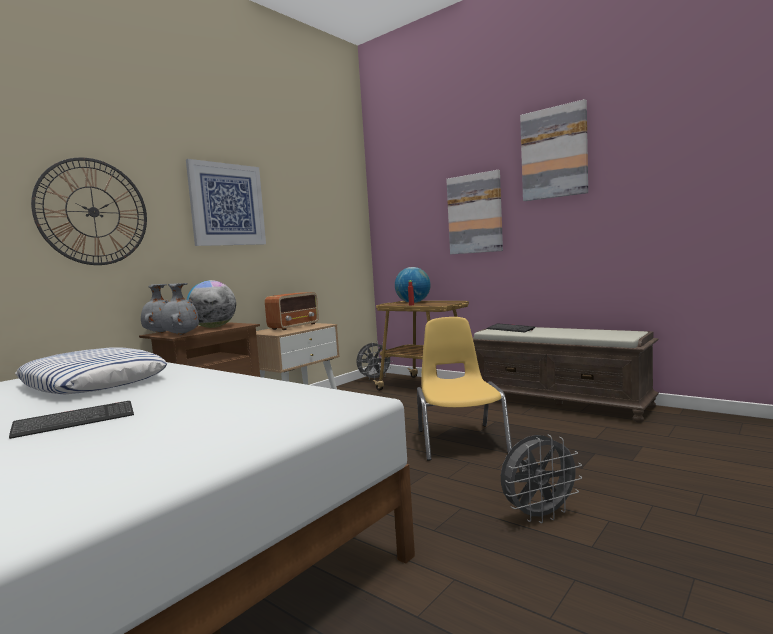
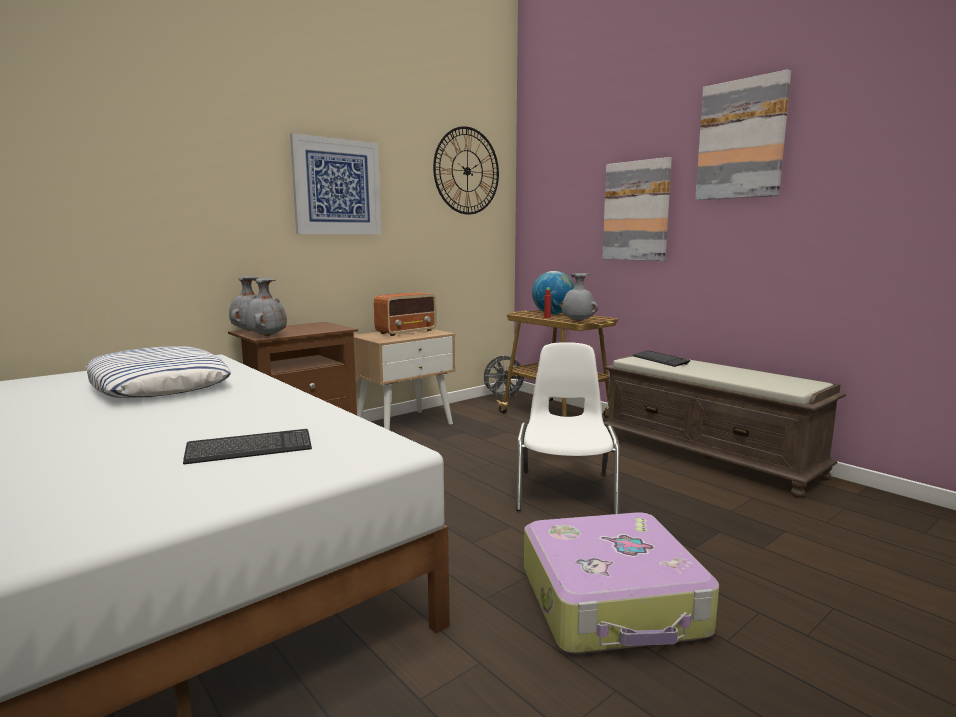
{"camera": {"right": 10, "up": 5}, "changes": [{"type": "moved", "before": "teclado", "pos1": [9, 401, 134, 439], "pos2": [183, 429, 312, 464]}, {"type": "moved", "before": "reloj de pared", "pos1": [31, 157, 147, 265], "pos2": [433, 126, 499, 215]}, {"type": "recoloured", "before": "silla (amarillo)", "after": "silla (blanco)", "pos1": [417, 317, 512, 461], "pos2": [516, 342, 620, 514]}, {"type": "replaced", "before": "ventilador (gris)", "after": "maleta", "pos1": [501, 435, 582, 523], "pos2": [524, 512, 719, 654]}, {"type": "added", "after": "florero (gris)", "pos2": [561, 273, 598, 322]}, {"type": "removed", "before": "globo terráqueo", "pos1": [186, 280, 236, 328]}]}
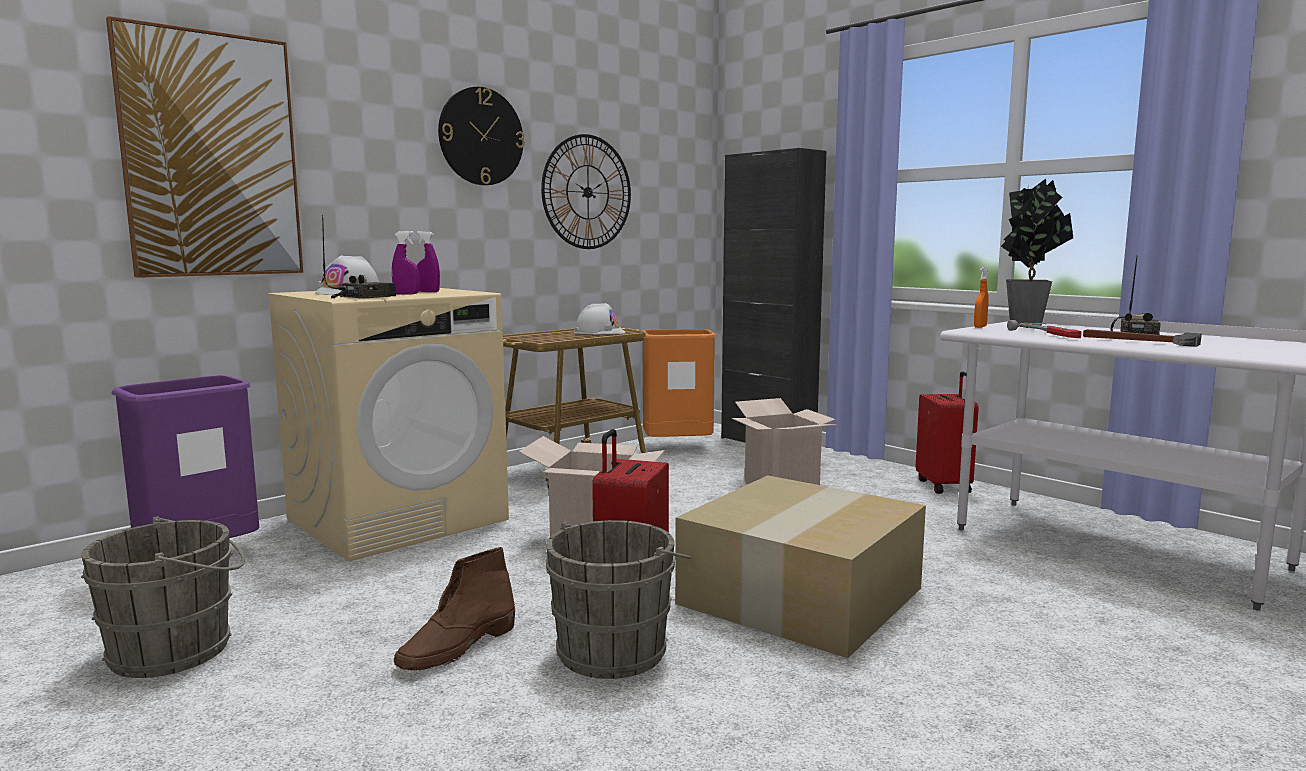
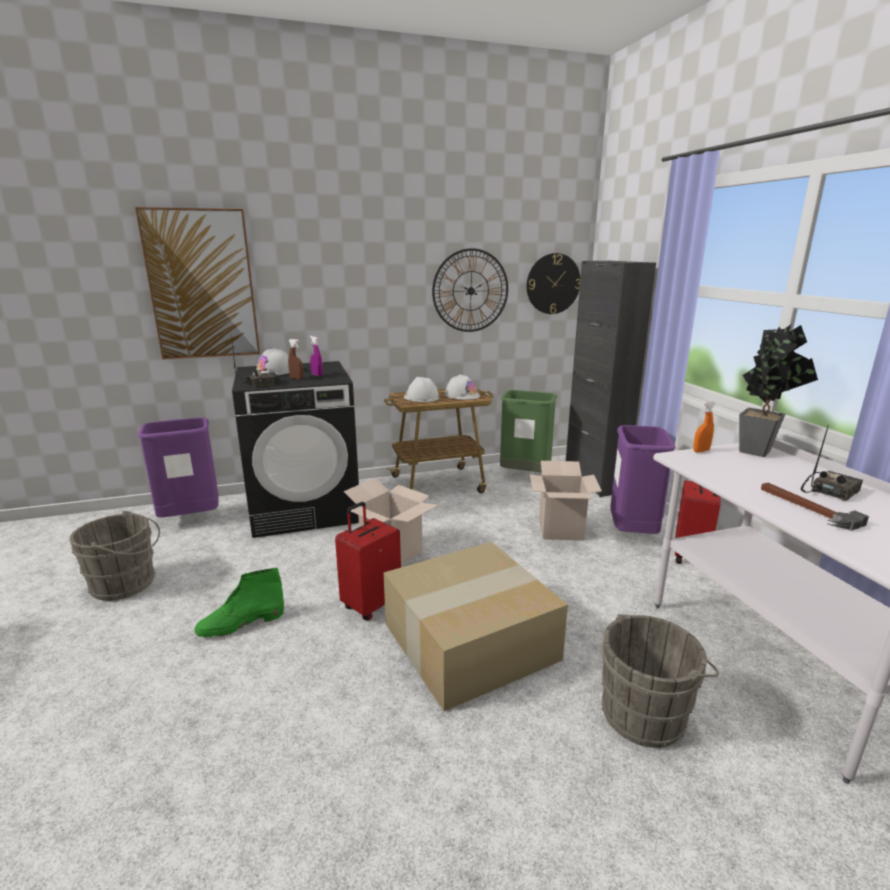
{"camera": {"right": 25, "up": 10}, "changes": [{"type": "recoloured", "before": "bota (marrón)", "after": "bota (verde)", "pos1": [394, 547, 515, 671], "pos2": [195, 568, 284, 637]}, {"type": "recoloured", "before": "lavadora (beis)", "after": "lavadora (negro)", "pos1": [267, 288, 509, 562], "pos2": [232, 361, 359, 538]}, {"type": "recoloured", "before": "pulverizador (morado)", "after": "pulverizador (marrón)", "pos1": [392, 231, 419, 294], "pos2": [288, 339, 304, 379]}, {"type": "added", "after": "casco (blanco)", "pos2": [404, 377, 439, 402]}, {"type": "recoloured", "before": "papelera (naranja)", "after": "papelera (verde)", "pos1": [643, 329, 717, 437], "pos2": [500, 390, 557, 472]}, {"type": "moved", "before": "reloj de pared", "pos1": [438, 87, 525, 185], "pos2": [527, 253, 580, 314]}, {"type": "moved", "before": "cubo (gris)", "pos1": [546, 520, 691, 679], "pos2": [601, 614, 719, 748]}, {"type": "added", "after": "papelera (morado)", "pos2": [610, 425, 675, 534]}, {"type": "removed", "before": "martillo", "pos1": [1007, 320, 1082, 338]}]}
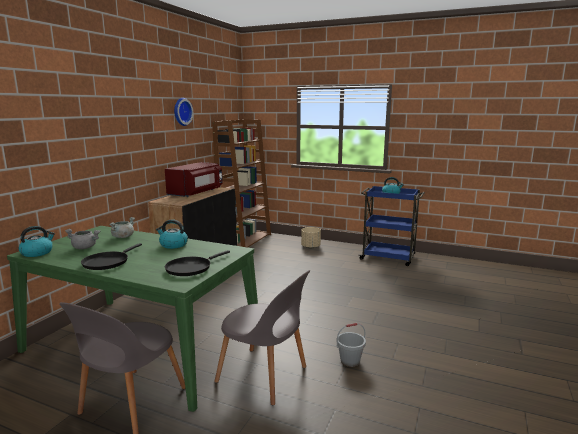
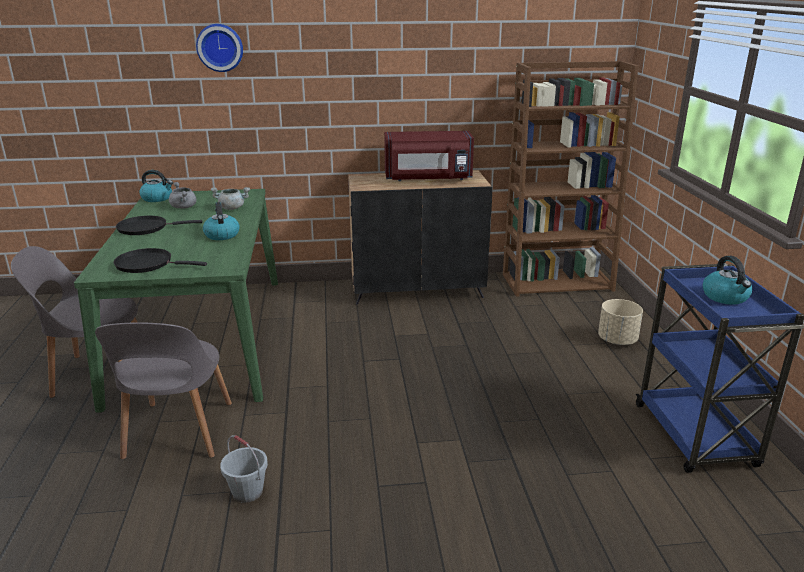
{"camera": {"right": 60, "up": 10}, "changes": [{"type": "moved", "before": "reloj de pared", "pos1": [174, 98, 193, 126], "pos2": [196, 24, 243, 72]}]}
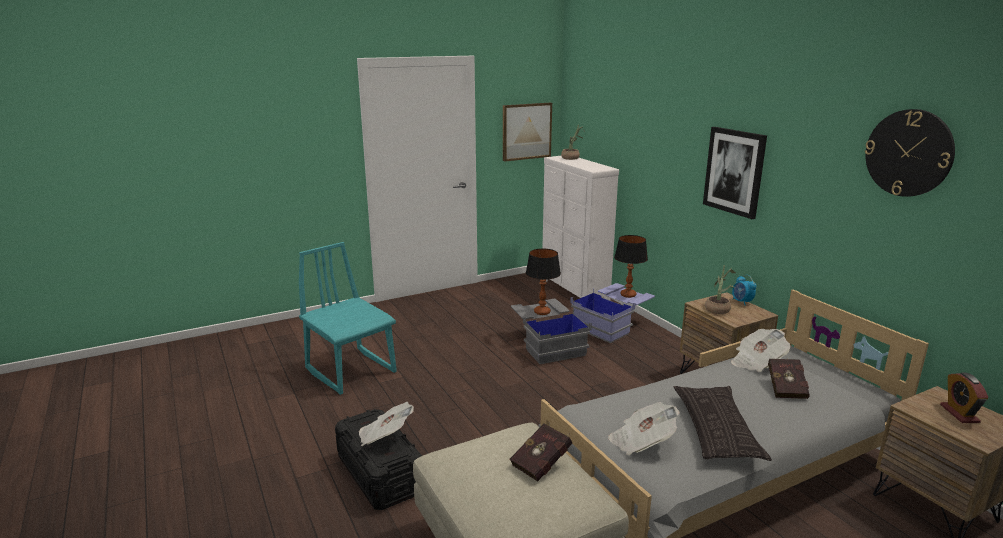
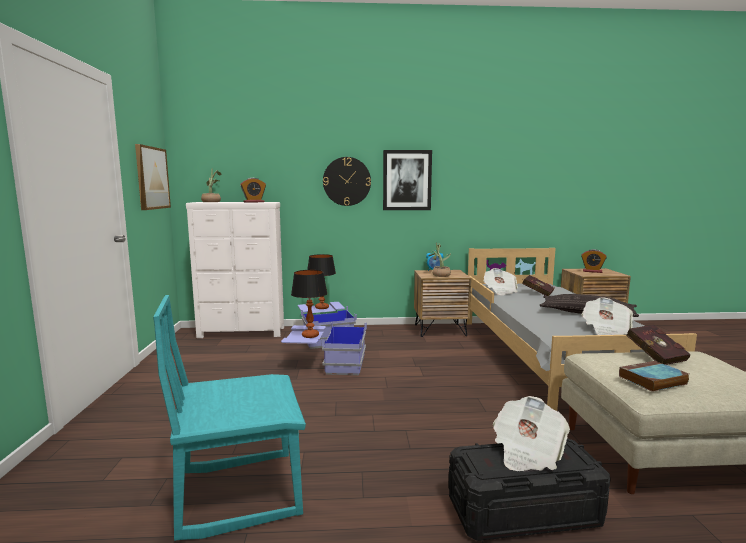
{"camera": {"right": -65, "up": -10}, "changes": [{"type": "added", "after": "despertador", "pos2": [240, 178, 266, 203]}, {"type": "recoloured", "before": "caja de almacenaje (gris)", "after": "caja de almacenaje (azul)", "pos1": [511, 299, 592, 364], "pos2": [281, 322, 367, 375]}, {"type": "moved", "before": "reloj de pared", "pos1": [865, 109, 955, 197], "pos2": [323, 157, 371, 206]}, {"type": "added", "after": "libro", "pos2": [619, 361, 689, 392]}]}
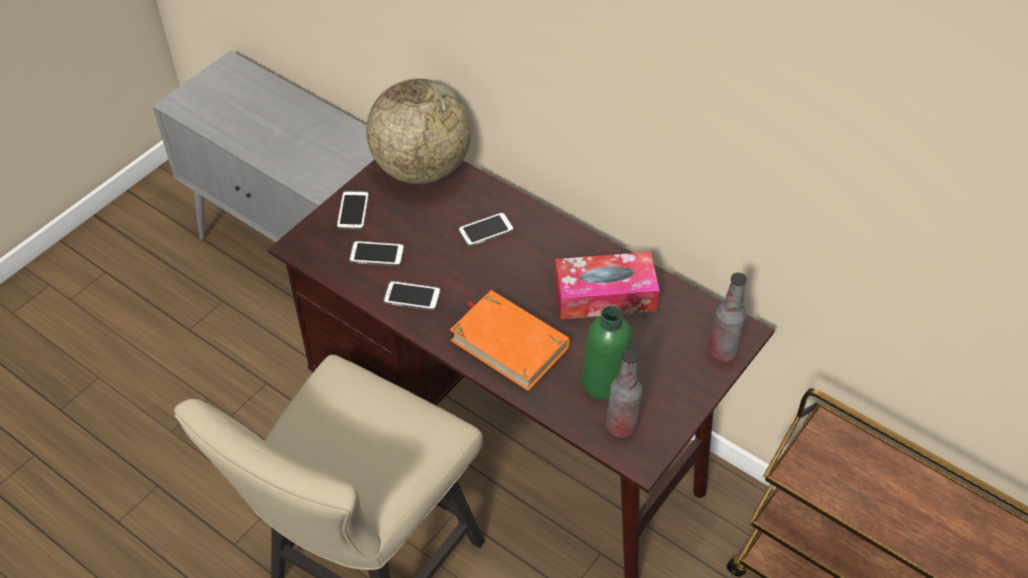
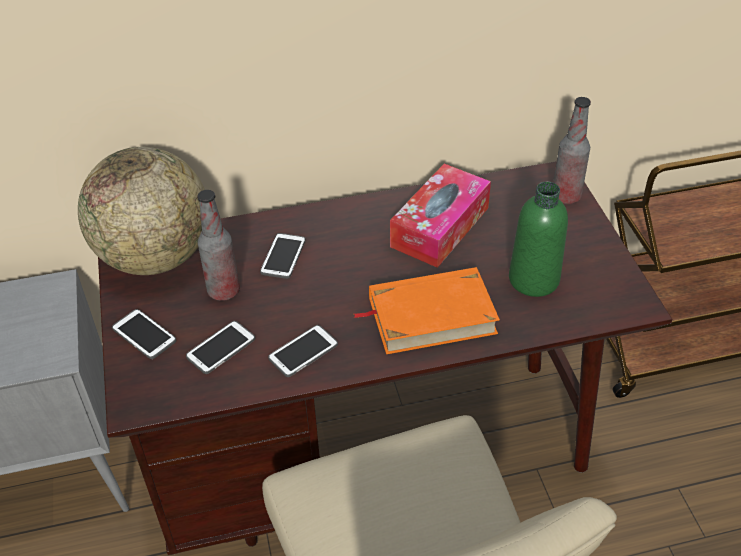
{"camera": {"right": -50, "up": -5}, "changes": [{"type": "moved", "before": "botella", "pos1": [606, 349, 642, 438], "pos2": [197, 190, 240, 301]}]}
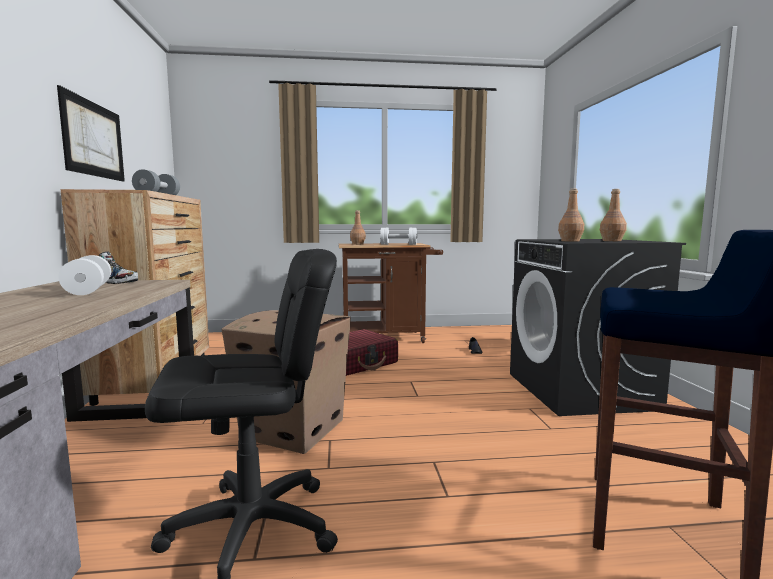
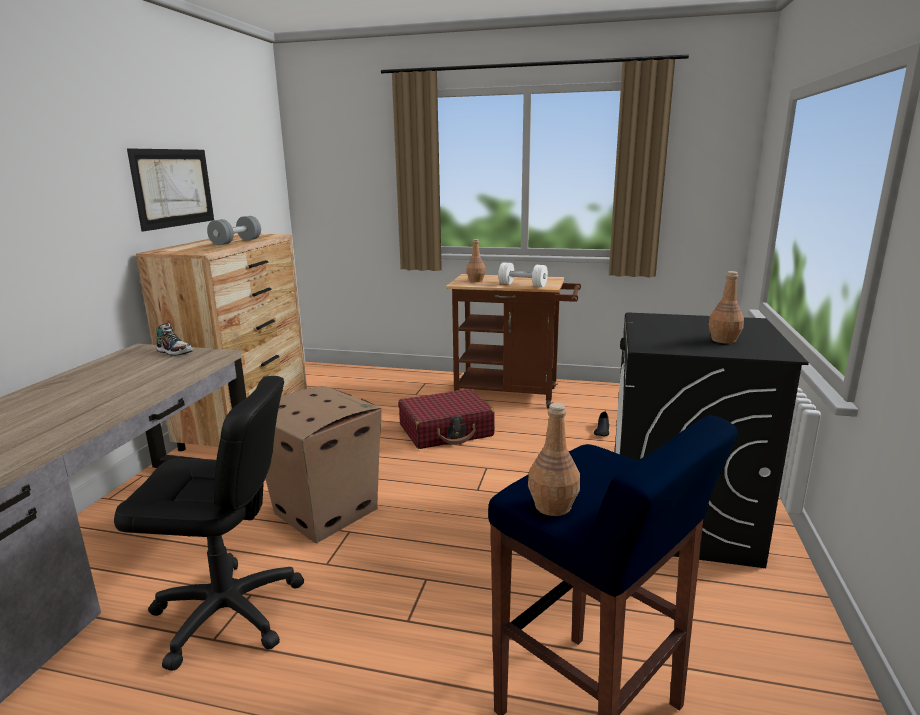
{"camera": {"right": 20, "up": 10}, "changes": [{"type": "moved", "before": "botella (marrón)", "pos1": [558, 188, 584, 242], "pos2": [528, 403, 580, 516]}, {"type": "removed", "before": "mancuerna (blanco)", "pos1": [58, 255, 111, 295]}]}
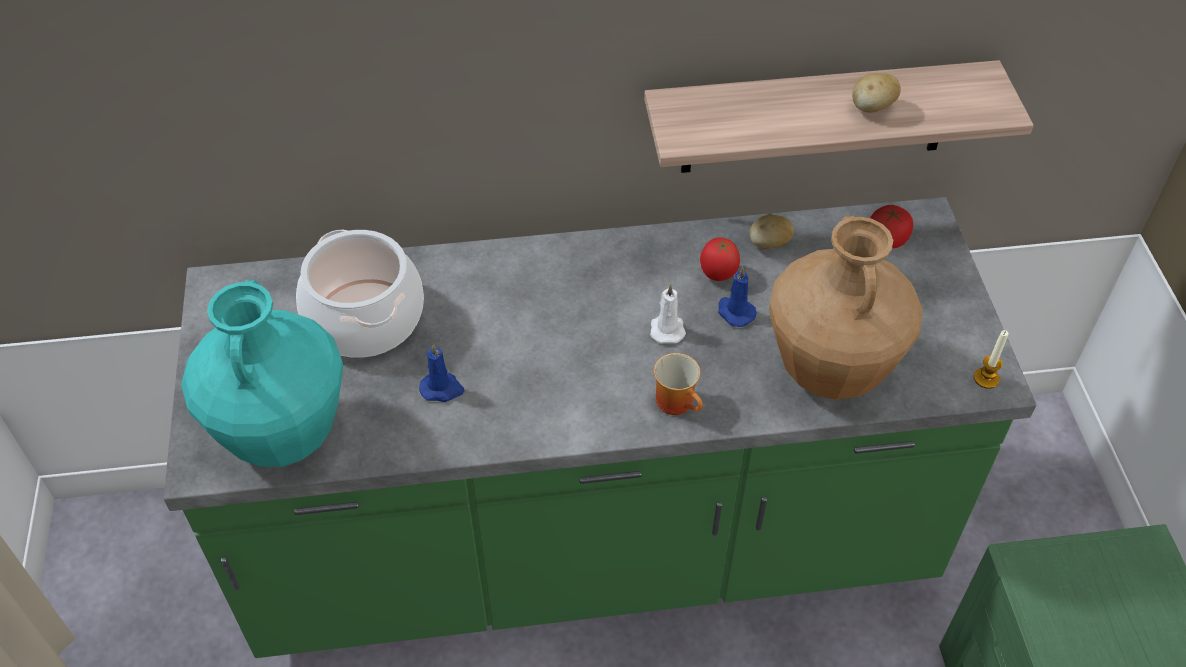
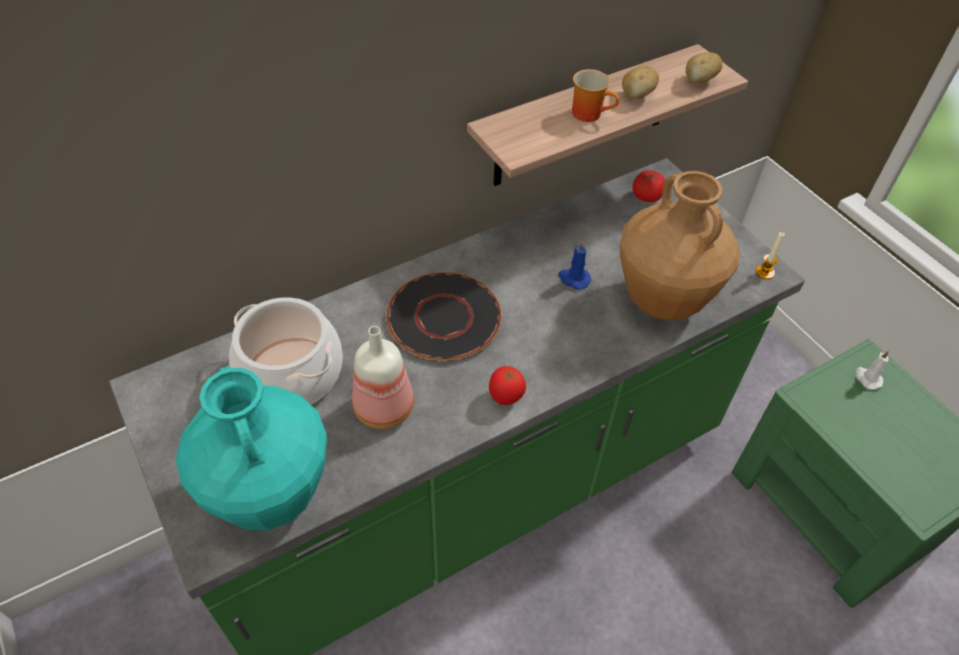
{"camera": {"right": -25, "up": 0}, "changes": [{"type": "replaced", "before": "vela (azul)", "after": "botella", "pos1": [419, 343, 464, 402], "pos2": [352, 326, 414, 429]}, {"type": "added", "after": "plato (negro)", "pos2": [386, 272, 501, 361]}, {"type": "moved", "before": "tomate", "pos1": [700, 237, 740, 281], "pos2": [489, 366, 526, 405]}, {"type": "moved", "before": "taza grande", "pos1": [654, 353, 703, 415], "pos2": [572, 69, 619, 122]}, {"type": "moved", "before": "patata", "pos1": [749, 215, 794, 249], "pos2": [686, 52, 722, 84]}, {"type": "moved", "before": "vela (blanco)", "pos1": [650, 284, 686, 343], "pos2": [856, 350, 889, 390]}]}
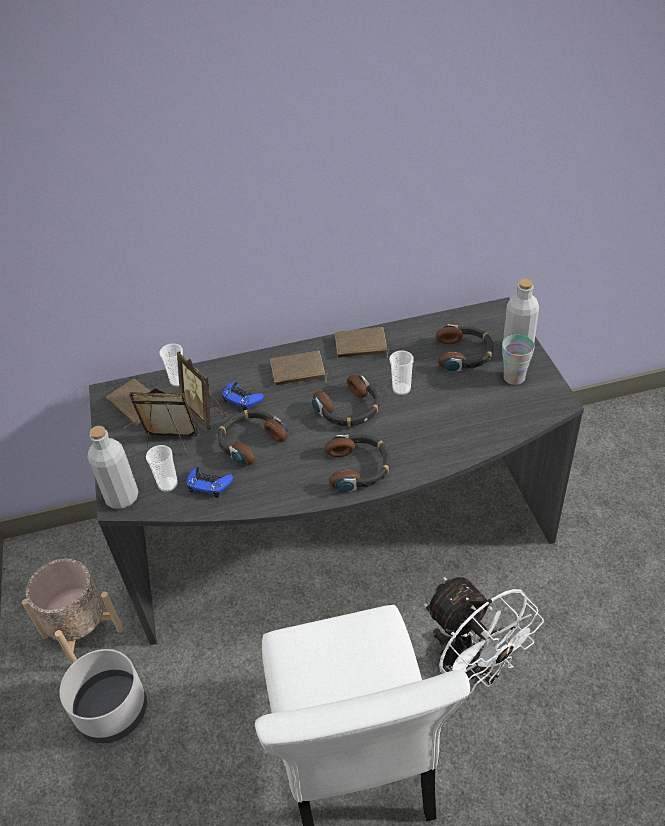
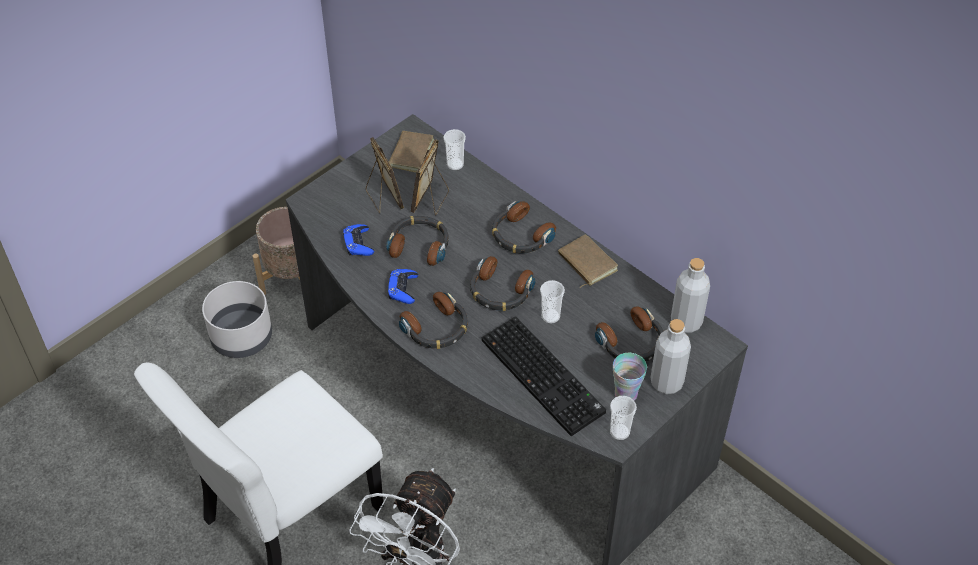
{"camera": {"right": 55, "up": 5}, "changes": [{"type": "moved", "before": "mando de consola (azul)", "pos1": [222, 382, 264, 411], "pos2": [388, 269, 418, 304]}, {"type": "added", "after": "teclado", "pos2": [482, 316, 606, 436]}, {"type": "replaced", "before": "libro (marrón)", "after": "auriculares", "pos1": [270, 351, 328, 386], "pos2": [492, 201, 556, 253]}, {"type": "moved", "before": "taza", "pos1": [146, 445, 178, 492], "pos2": [610, 396, 637, 440]}, {"type": "moved", "before": "botella (gris)", "pos1": [87, 426, 139, 509], "pos2": [671, 258, 710, 333]}]}
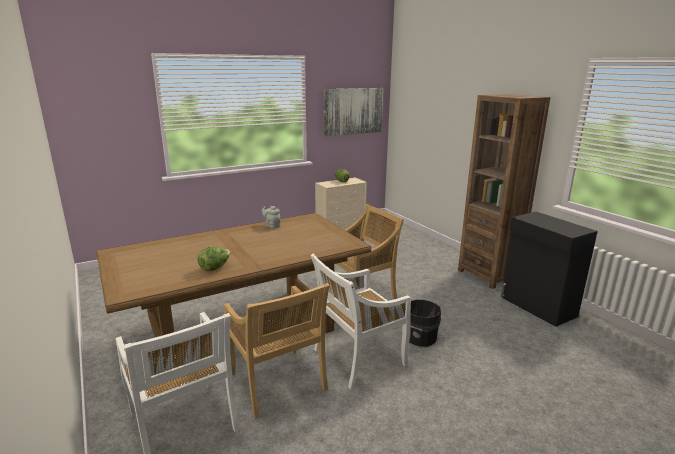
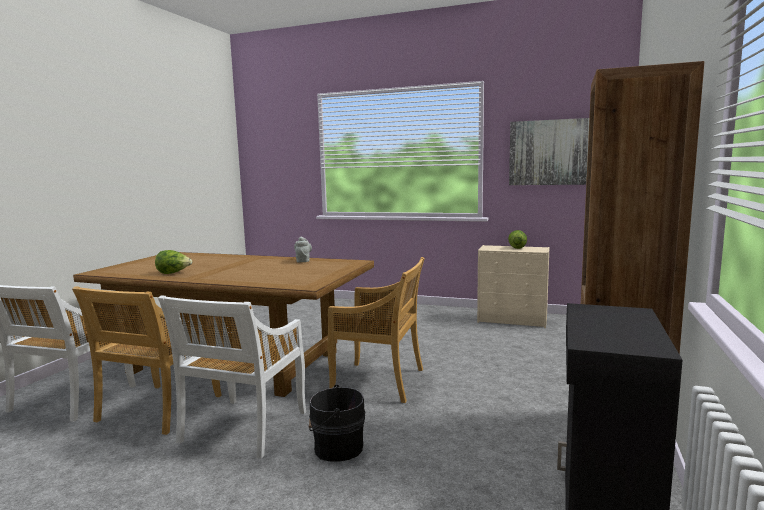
{"camera": {"right": 50, "up": -10}, "changes": [{"type": "turned", "before": "silla (blanco)", "pos1": [311, 254, 411, 389], "pos2": [158, 295, 306, 458], "turn": -90}]}
